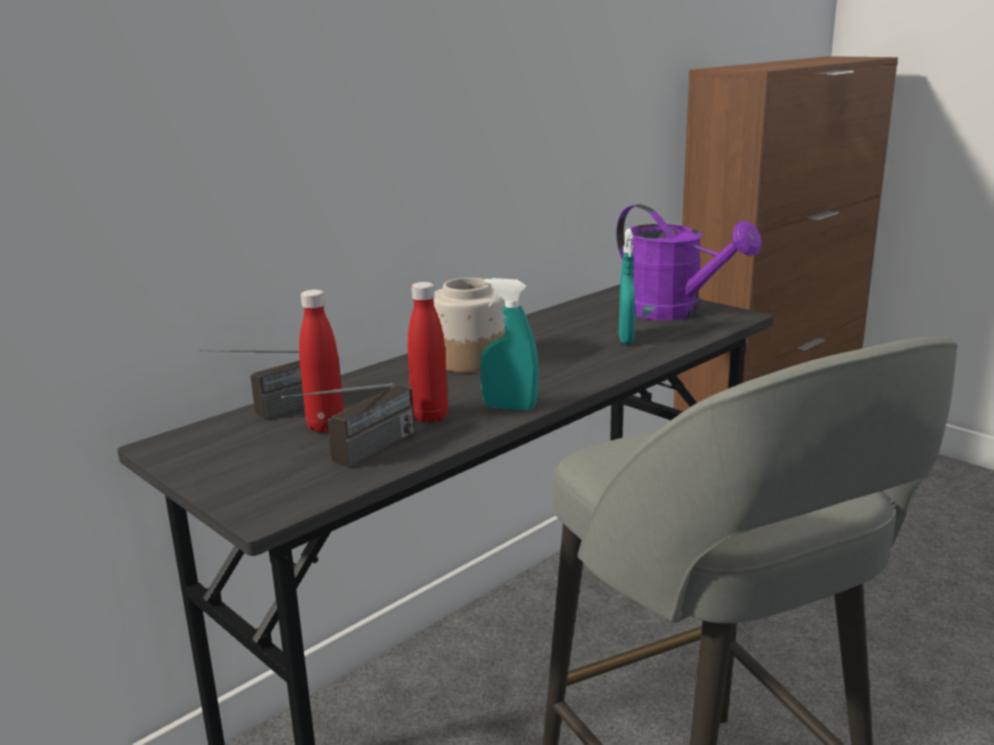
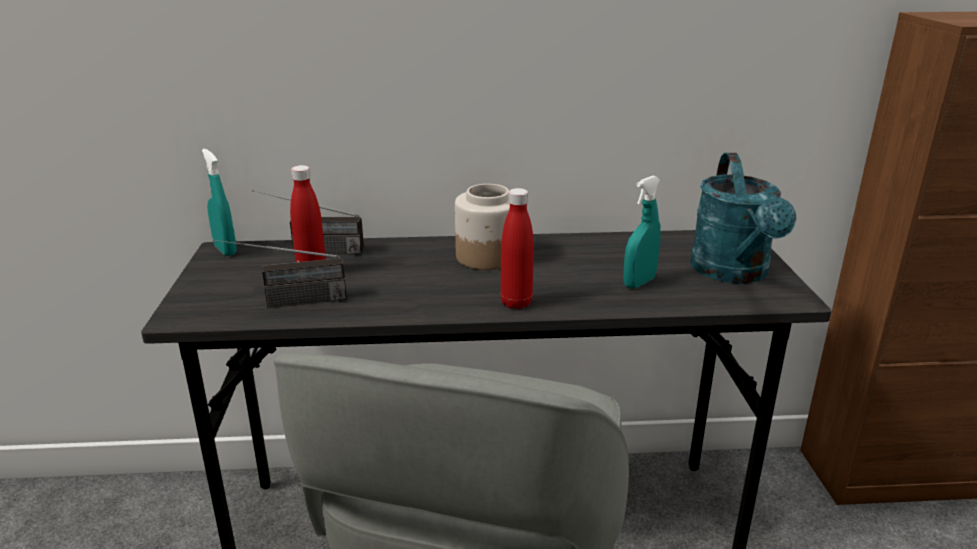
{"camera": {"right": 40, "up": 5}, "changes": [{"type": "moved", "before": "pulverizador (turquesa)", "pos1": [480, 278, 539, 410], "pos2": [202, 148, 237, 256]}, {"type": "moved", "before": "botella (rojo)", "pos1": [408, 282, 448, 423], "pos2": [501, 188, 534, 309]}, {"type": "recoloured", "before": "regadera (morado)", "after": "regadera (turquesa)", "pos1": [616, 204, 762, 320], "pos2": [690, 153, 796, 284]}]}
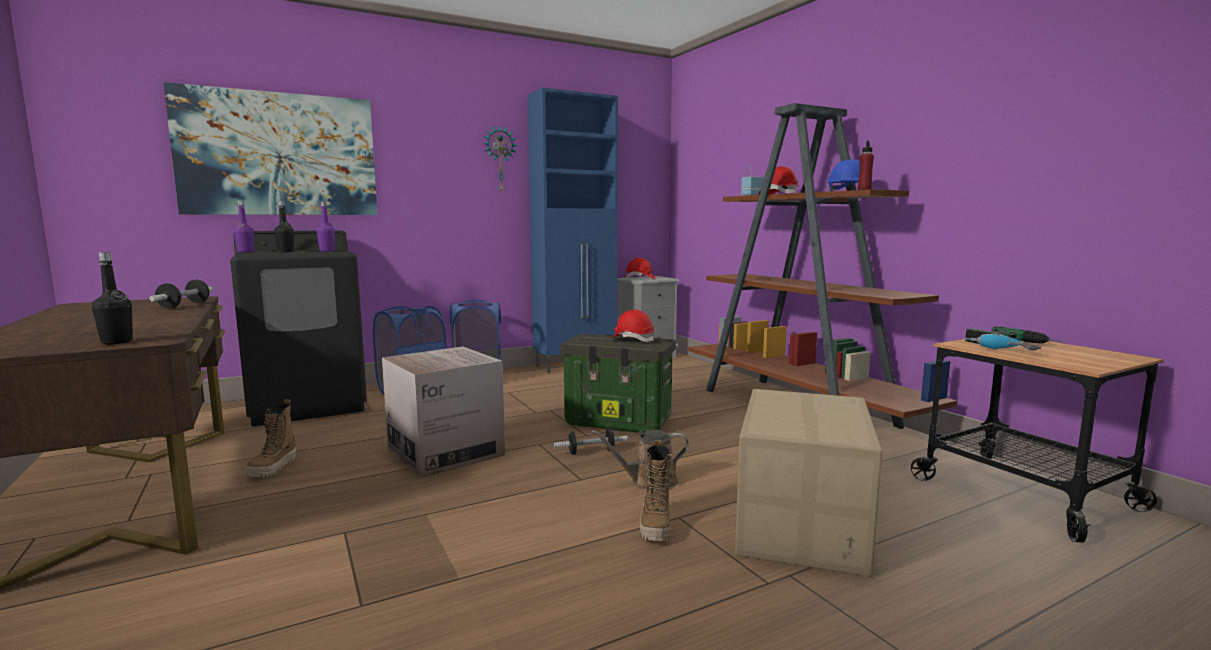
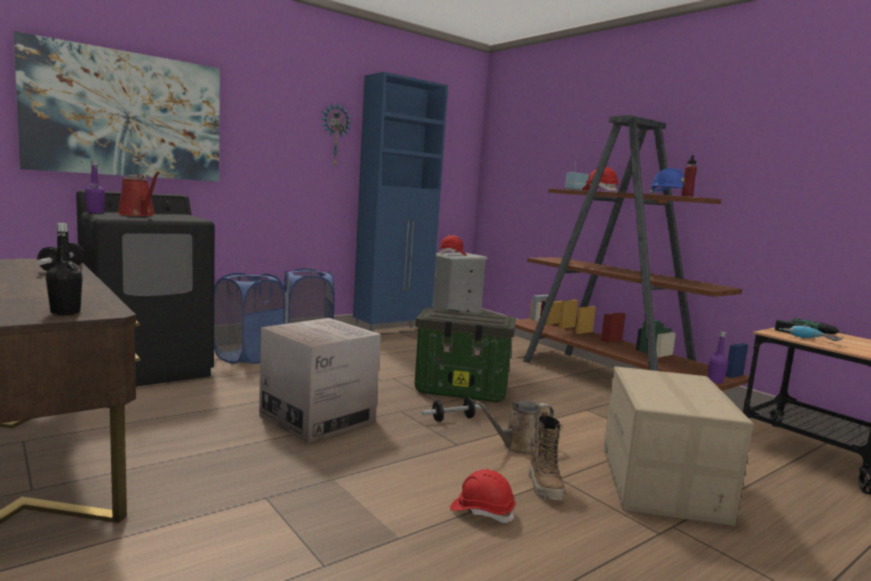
{"camera": {"right": -10, "up": 0}, "changes": [{"type": "replaced", "before": "botella (negro)", "after": "regadera (rojo)", "pos1": [274, 201, 294, 252], "pos2": [117, 172, 159, 216]}, {"type": "moved", "before": "casco (rojo)", "pos1": [611, 310, 654, 342], "pos2": [450, 469, 515, 523]}, {"type": "moved", "before": "botella (morado)", "pos1": [316, 202, 335, 251], "pos2": [708, 331, 728, 384]}, {"type": "removed", "before": "bota", "pos1": [246, 400, 296, 477]}]}
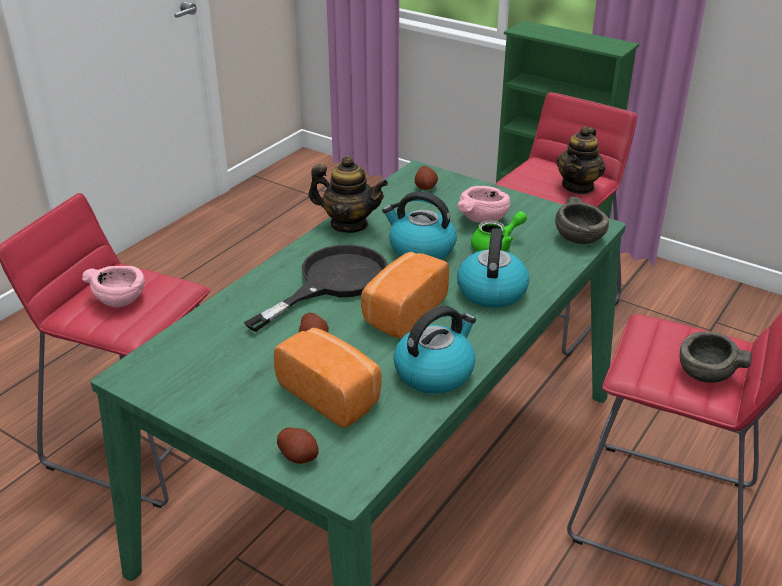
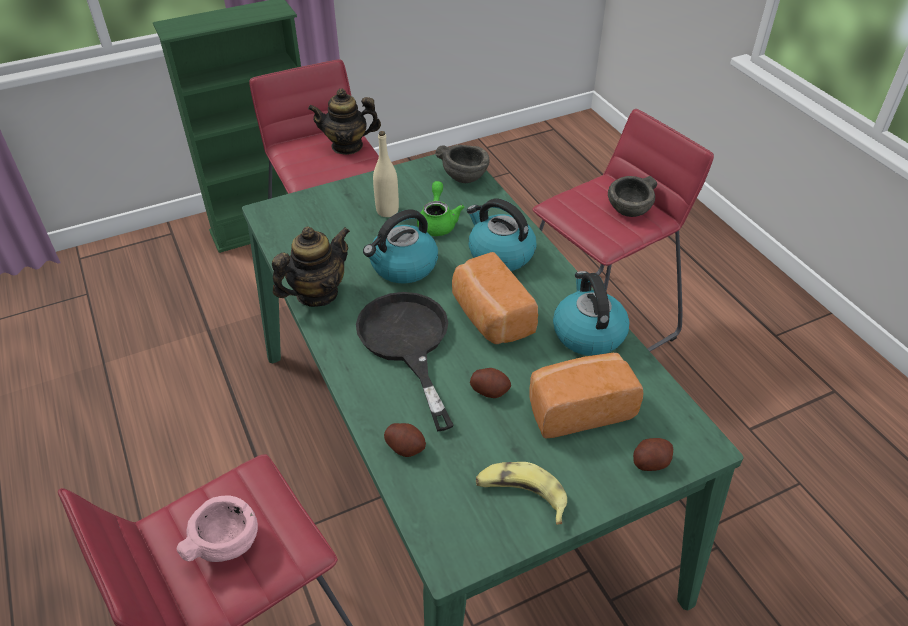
{"camera": {"right": -60, "up": 10}, "changes": [{"type": "turned", "before": "tetera", "pos1": [556, 126, 605, 194], "pos2": [308, 88, 381, 155], "turn": 120}, {"type": "replaced", "before": "cuenco (rosa)", "after": "botella (beis)", "pos1": [457, 186, 510, 223], "pos2": [373, 131, 399, 217]}, {"type": "moved", "before": "patata", "pos1": [415, 166, 438, 190], "pos2": [384, 423, 426, 457]}, {"type": "added", "after": "plátano", "pos2": [476, 462, 567, 525]}]}
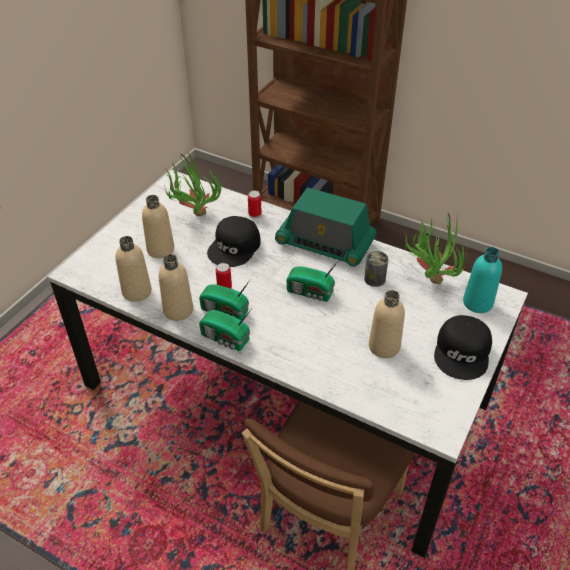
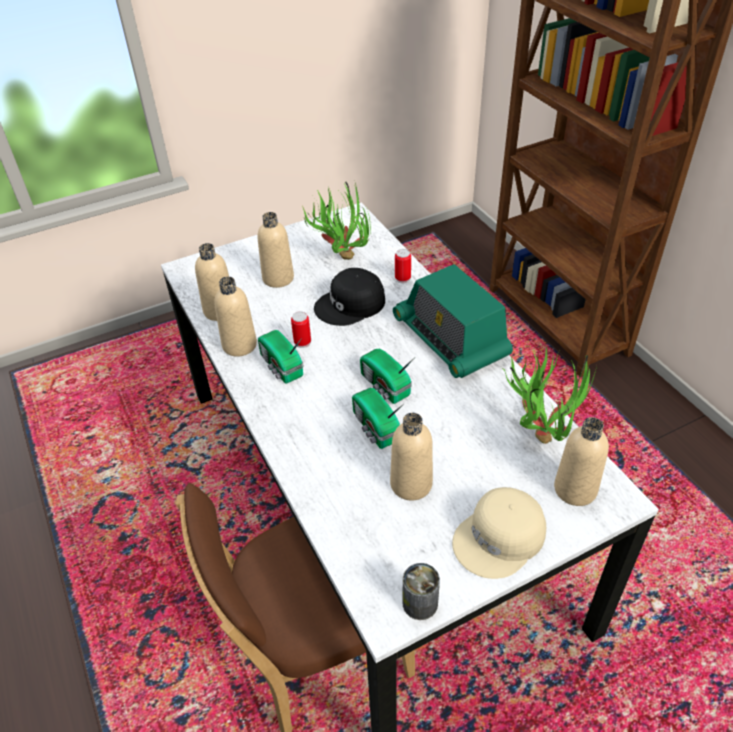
{"camera": {"right": 35, "up": 0}, "changes": [{"type": "moved", "before": "radio", "pos1": [199, 310, 251, 351], "pos2": [352, 388, 404, 449]}, {"type": "moved", "before": "lata", "pos1": [364, 251, 389, 287], "pos2": [402, 563, 440, 620]}, {"type": "recoloured", "before": "gorra (negro)", "after": "gorra (beis)", "pos1": [434, 315, 492, 380], "pos2": [452, 487, 546, 579]}, {"type": "recoloured", "before": "botella (turquesa)", "after": "botella (beis)", "pos1": [463, 247, 502, 313], "pos2": [554, 417, 609, 506]}]}
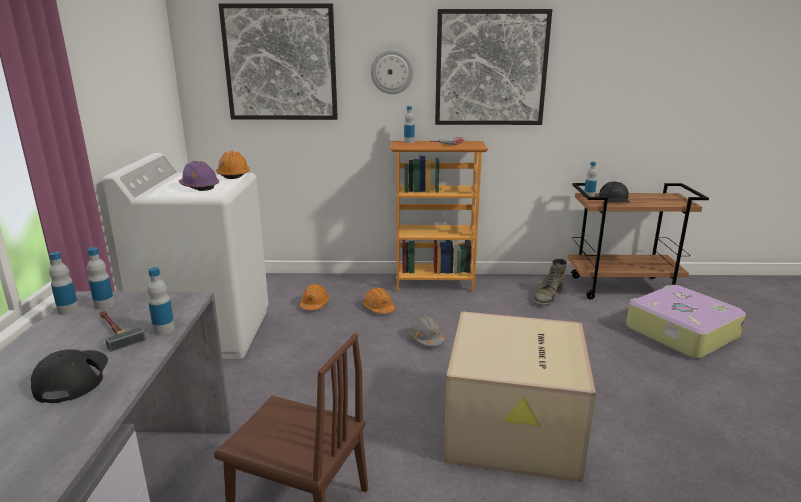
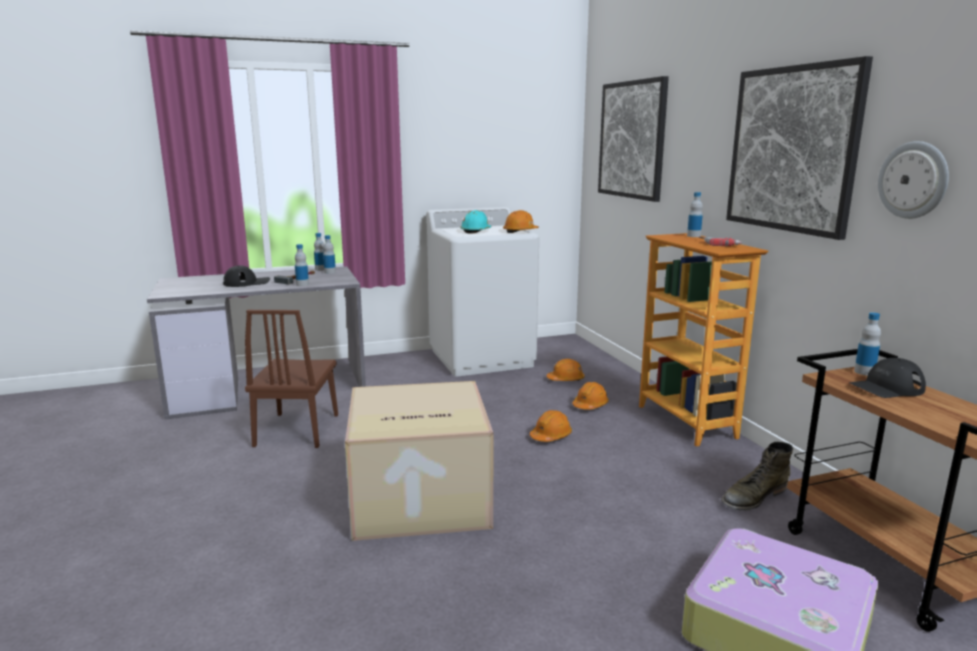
{"camera": {"right": 70, "up": -5}, "changes": [{"type": "recoloured", "before": "casco (morado)", "after": "casco (turquesa)", "pos1": [179, 161, 219, 191], "pos2": [460, 210, 492, 234]}, {"type": "recoloured", "before": "casco (gris)", "after": "casco (naranja)", "pos1": [410, 315, 445, 346], "pos2": [530, 410, 572, 442]}, {"type": "turned", "before": "bota (verde)", "pos1": [533, 259, 567, 305], "pos2": [721, 442, 793, 511], "turn": -45}, {"type": "moved", "before": "reloj de pared", "pos1": [371, 49, 414, 94], "pos2": [878, 141, 949, 219]}]}
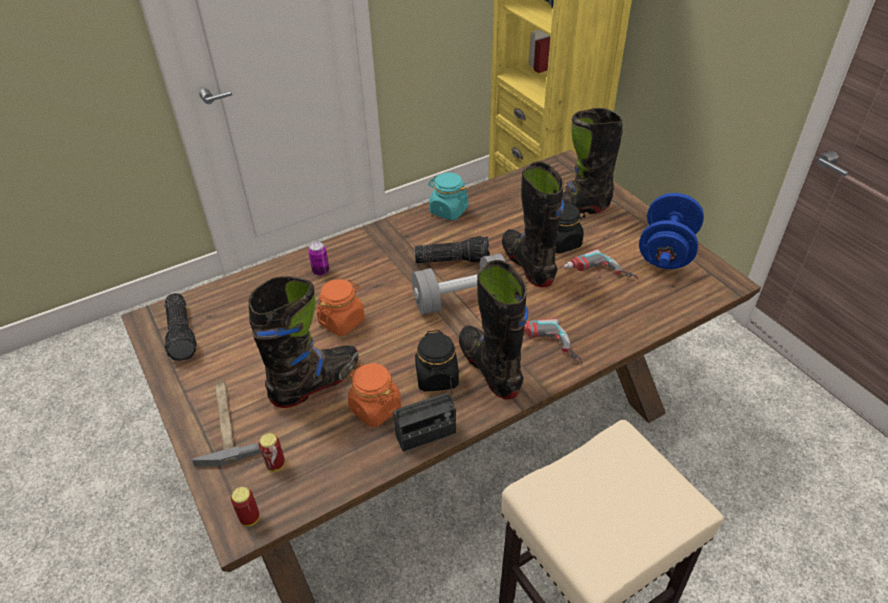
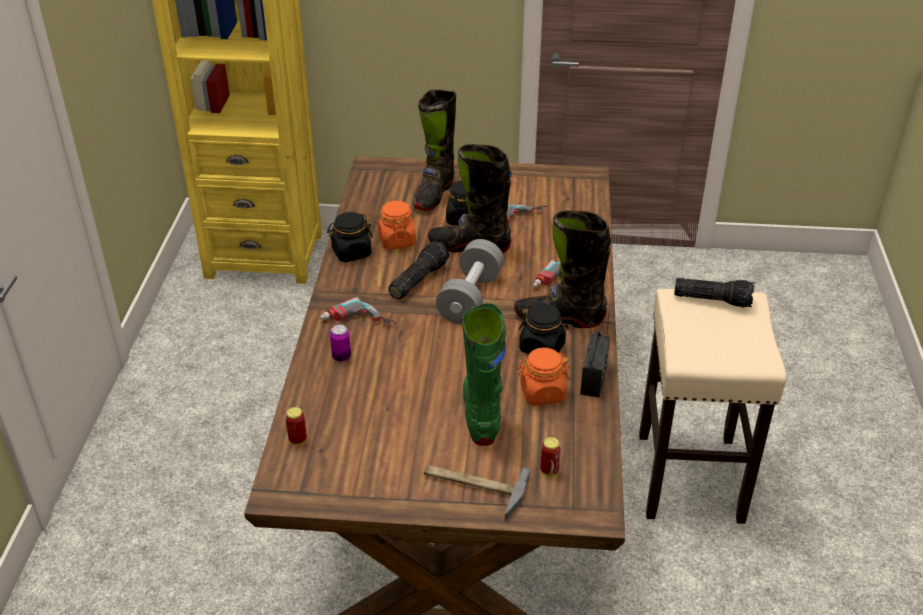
{"camera": {"right": -55, "up": -5}, "changes": [{"type": "moved", "before": "lata", "pos1": [231, 487, 260, 526], "pos2": [285, 407, 307, 445]}, {"type": "added", "after": "taladro", "pos2": [320, 297, 396, 324]}, {"type": "recoloured", "before": "tarro (turquesa)", "after": "tarro (negro)", "pos1": [428, 173, 469, 220], "pos2": [327, 212, 373, 262]}, {"type": "moved", "before": "tarro (naranja)", "pos1": [317, 279, 365, 336], "pos2": [378, 201, 416, 250]}, {"type": "recoloured", "before": "bota (negro)", "after": "bota (verde)", "pos1": [248, 276, 359, 408], "pos2": [462, 303, 506, 446]}, {"type": "moved", "before": "linterna", "pos1": [165, 293, 197, 361], "pos2": [674, 278, 755, 308]}, {"type": "removed", "before": "mancuerna (azul)", "pos1": [639, 193, 704, 269]}]}
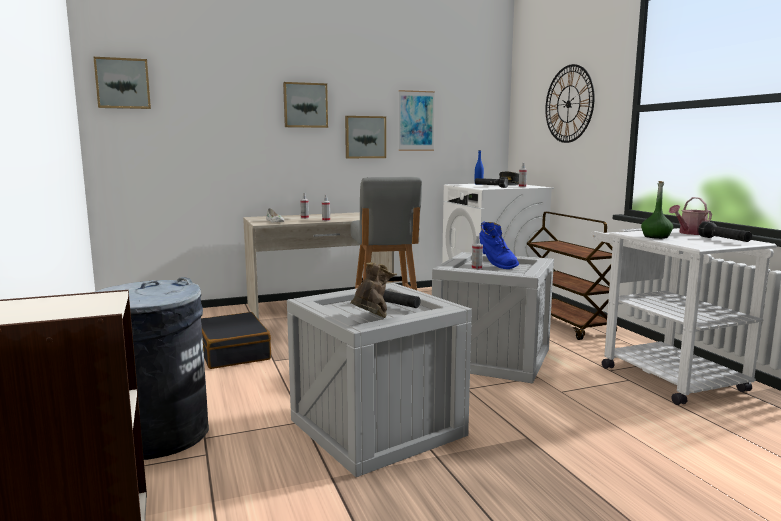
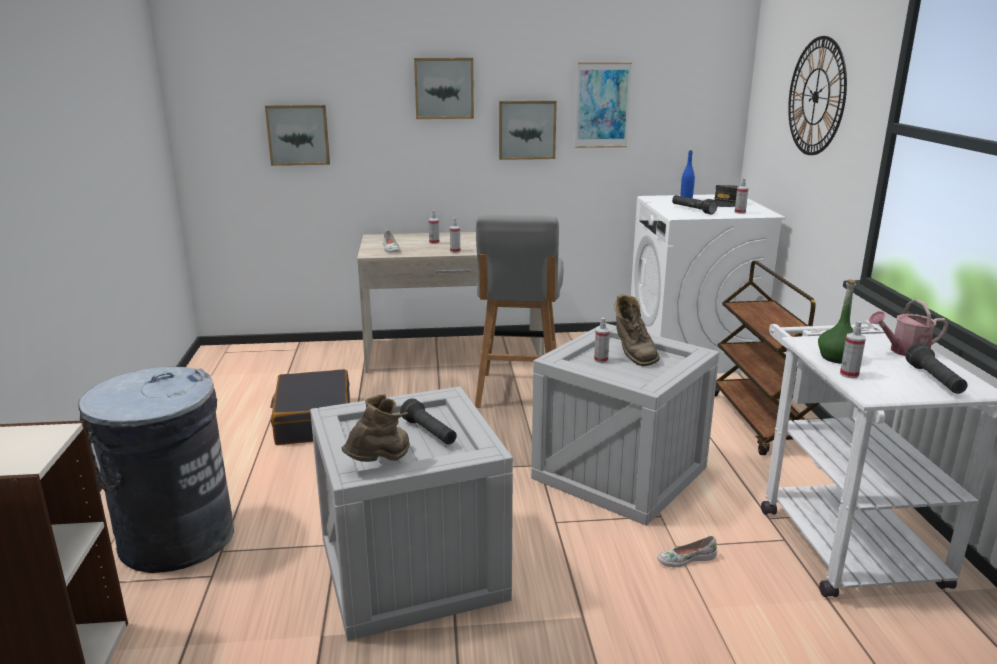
{"camera": {"right": 15, "up": 10}, "changes": [{"type": "moved", "before": "cuadro", "pos1": [93, 57, 151, 109], "pos2": [265, 105, 330, 166]}, {"type": "recoloured", "before": "bota (azul)", "after": "bota (marrón)", "pos1": [479, 221, 519, 269], "pos2": [614, 294, 660, 366]}, {"type": "added", "after": "zapato (blanco)", "pos2": [657, 536, 717, 567]}, {"type": "added", "after": "pulverizador", "pos2": [840, 321, 866, 379]}]}
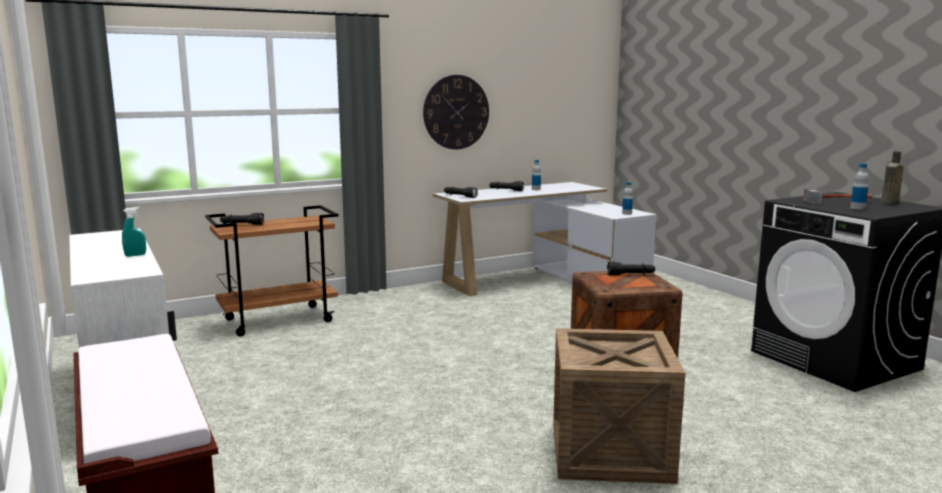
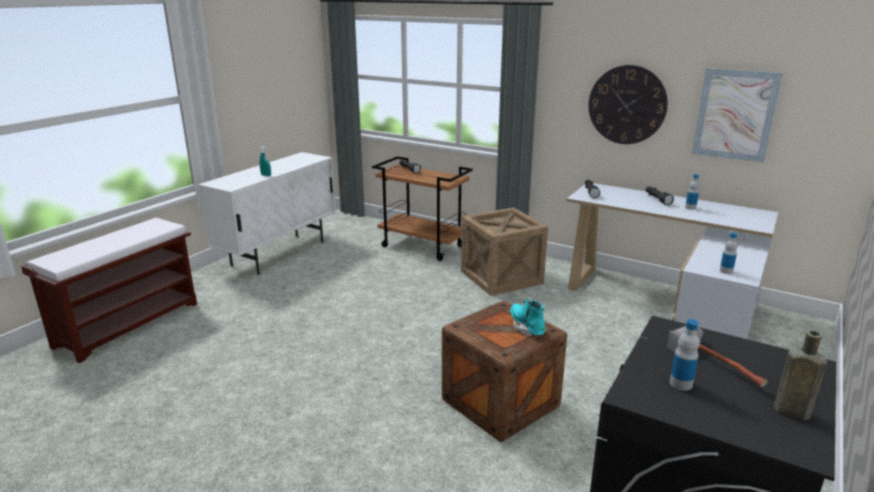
{"camera": {"right": 60, "up": 10}, "changes": [{"type": "moved", "before": "caja de embalaje", "pos1": [553, 328, 685, 484], "pos2": [461, 208, 548, 296]}, {"type": "replaced", "before": "linterna (negro)", "after": "bota (turquesa)", "pos1": [607, 262, 655, 275], "pos2": [510, 299, 546, 337]}, {"type": "added", "after": "cuadro", "pos2": [692, 68, 783, 163]}]}
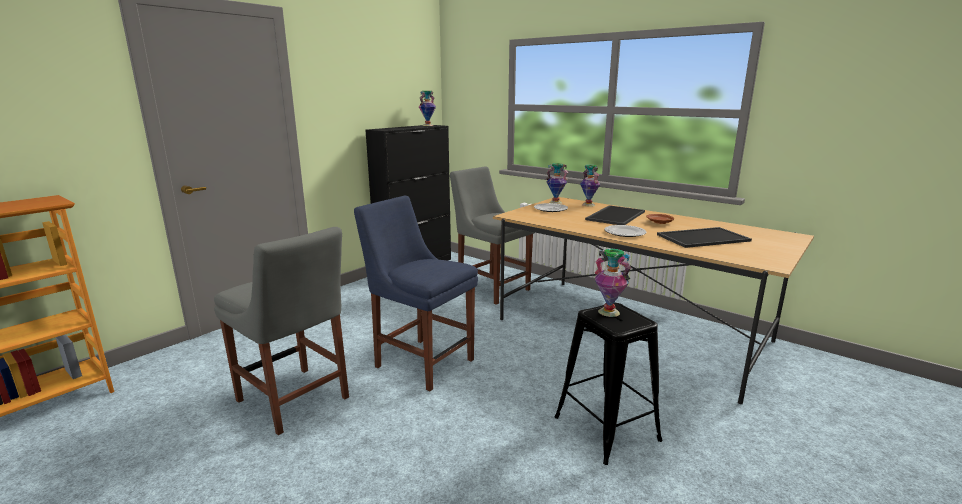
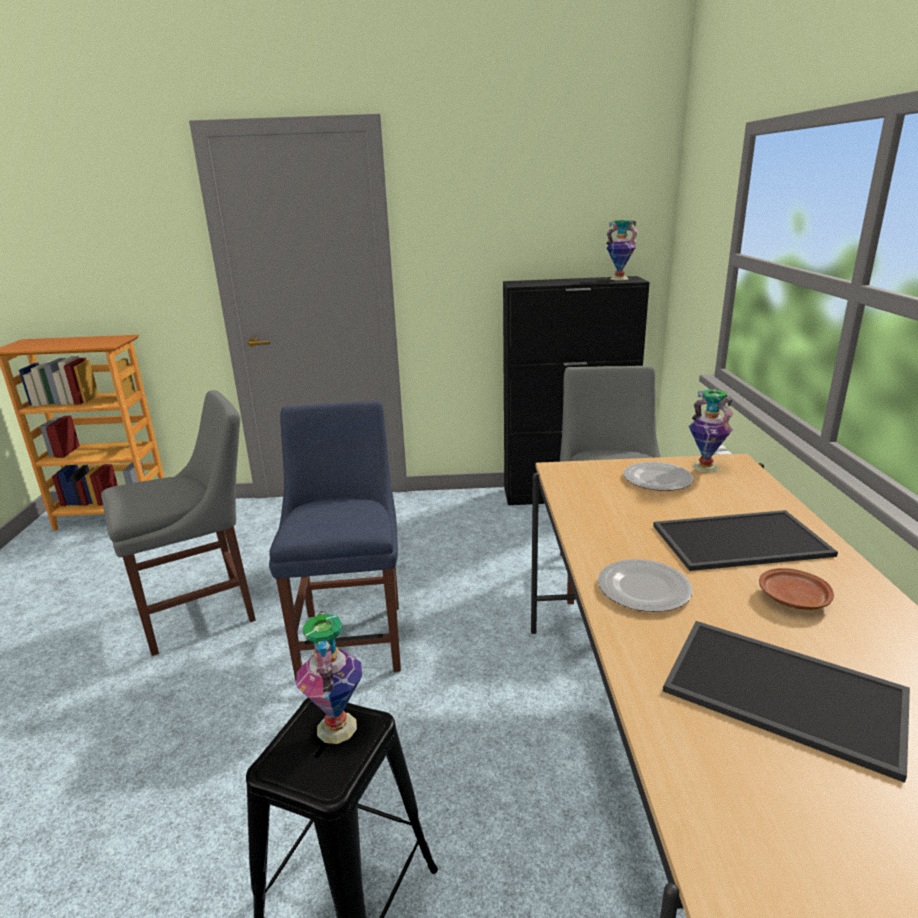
{"camera": {"right": 50, "up": 5}, "changes": [{"type": "turned", "before": "silla (gris)", "pos1": [214, 227, 349, 435], "pos2": [101, 390, 256, 656], "turn": -120}, {"type": "removed", "before": "florero", "pos1": [580, 165, 600, 207]}]}
